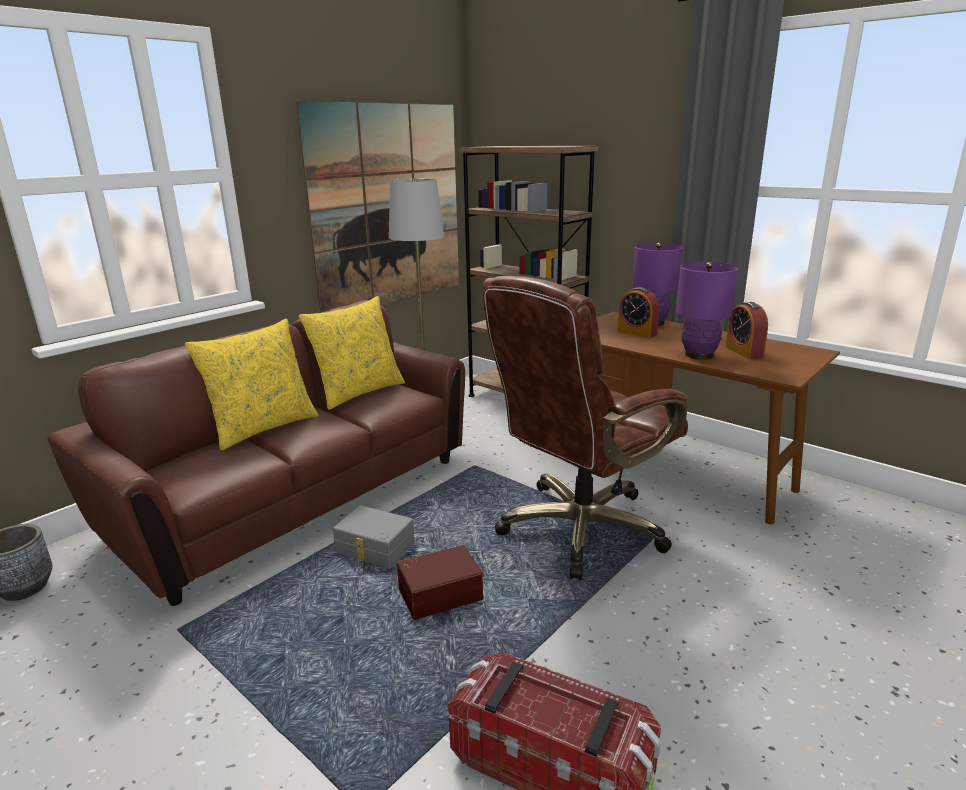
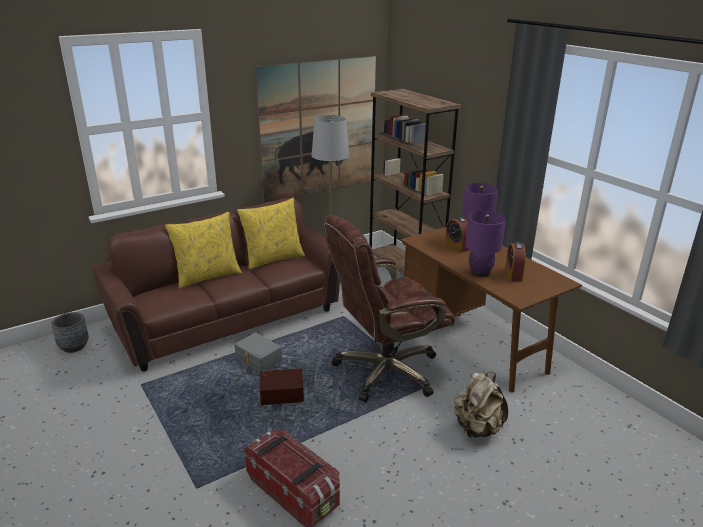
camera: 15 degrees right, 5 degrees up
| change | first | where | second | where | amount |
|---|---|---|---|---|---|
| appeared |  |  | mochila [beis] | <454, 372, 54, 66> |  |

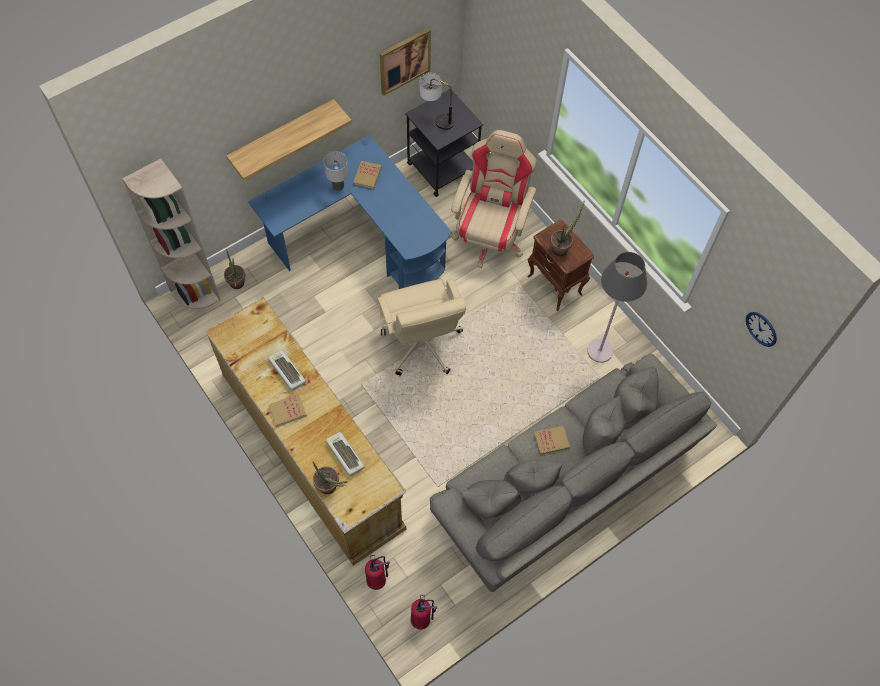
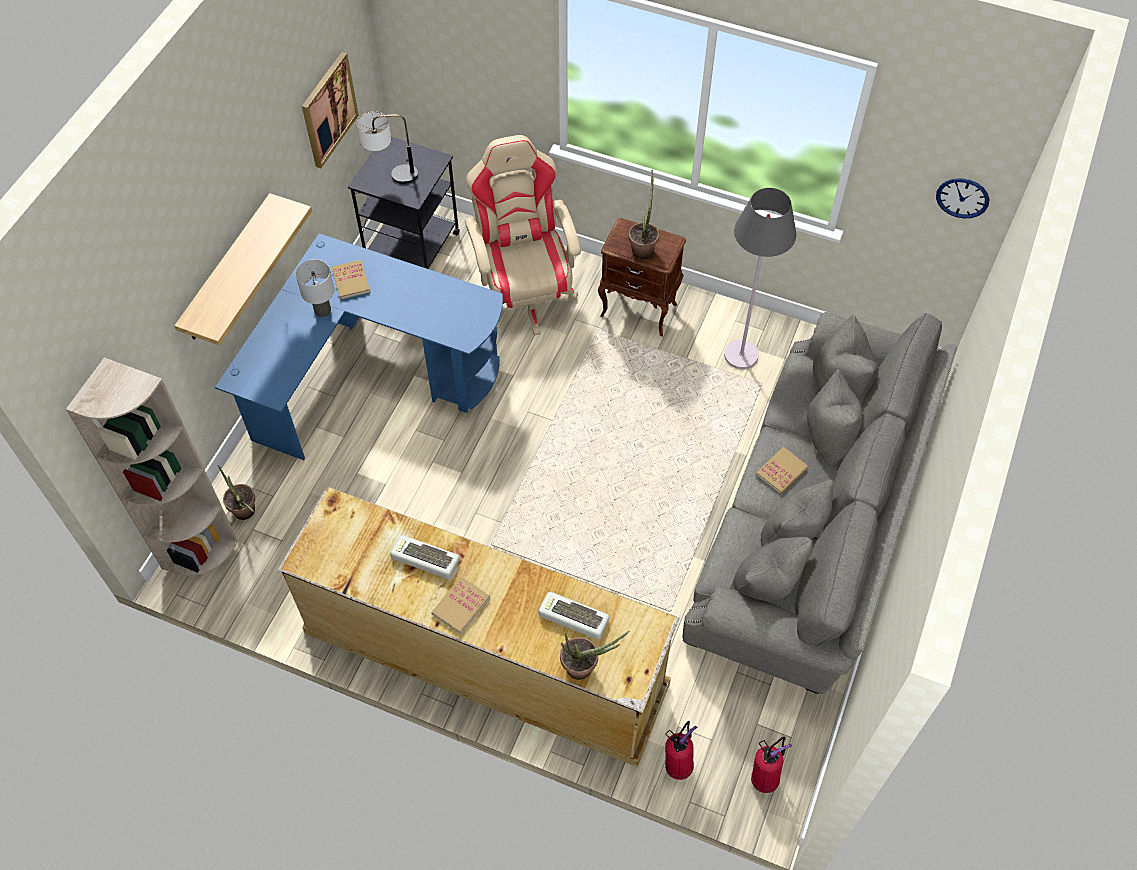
camera: 30 degrees left, 5 degrees down
| change | first | where | second | where | amount |
|---|---|---|---|---|---|
| missing | silla de oficina [beis] | <378, 278, 88, 98> |  |  |  |

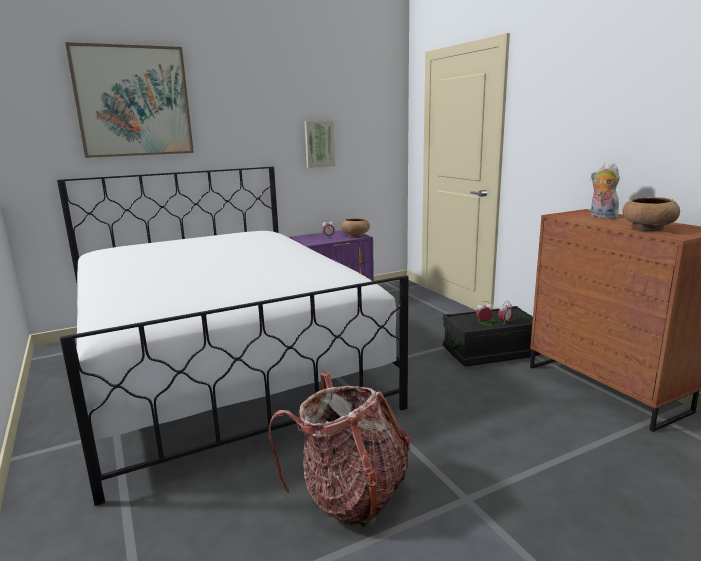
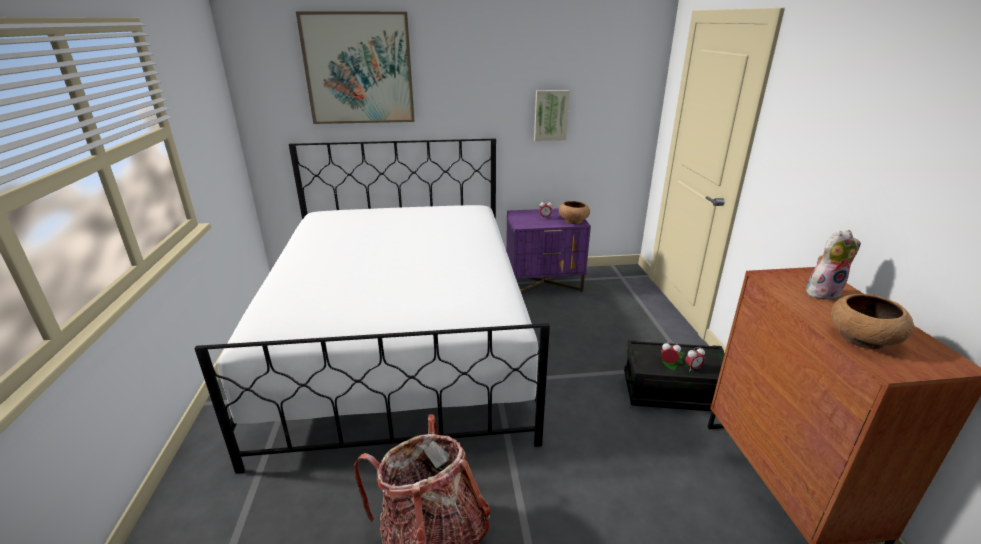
camera: 20 degrees right, 10 degrees up
| change | first | where | second | where | amount |
|---|---|---|---|---|---|
| spun | peluche | <591, 163, 29, 56> |  | <806, 230, 55, 70> | 90 degrees clockwise |

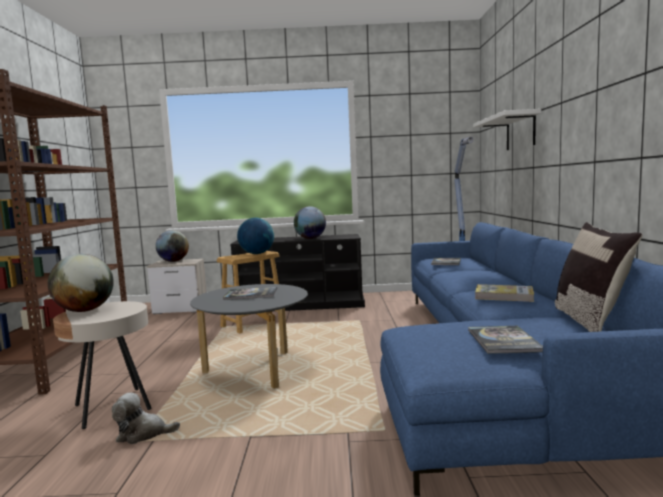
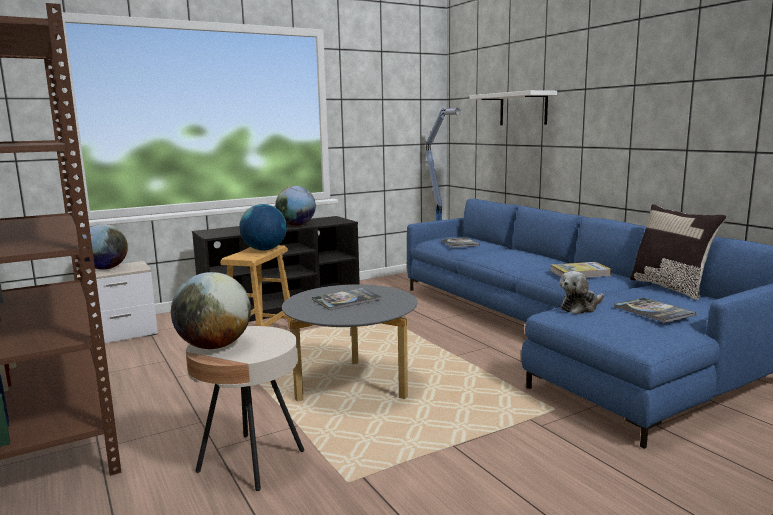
camera: 30 degrees left, 5 degrees up
| change | first | where | second | where | amount |
|---|---|---|---|---|---|
| relocated | peluche | <112, 393, 68, 51> |  | <560, 271, 44, 43> |  |

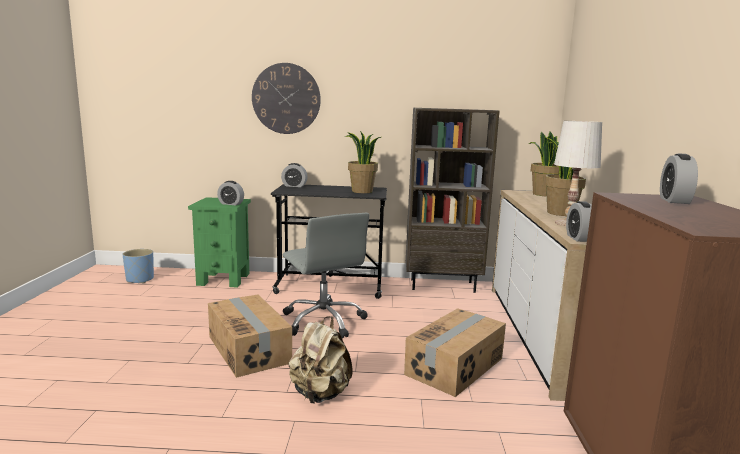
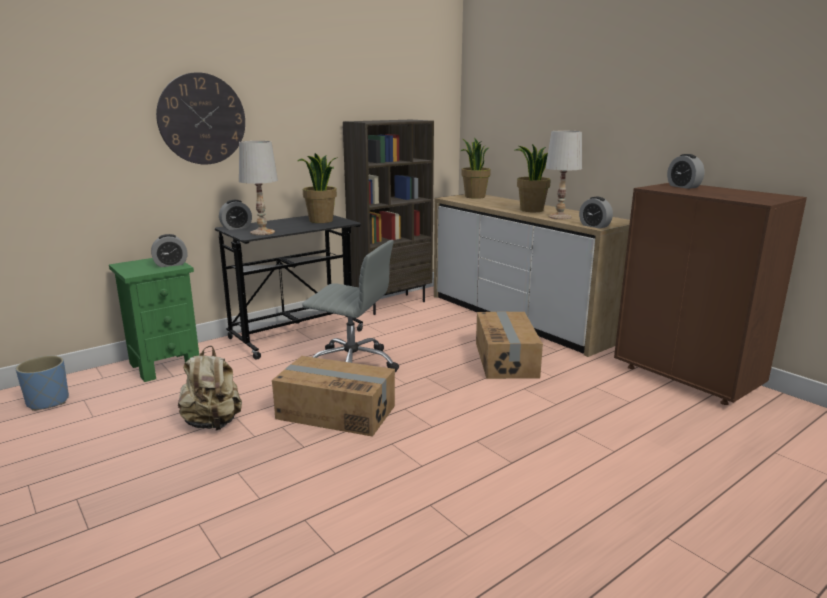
camera: 40 degrees left, 5 degrees up
| change | first | where | second | where | amount |
|---|---|---|---|---|---|
| relocated | mochila [beis] | <289, 316, 64, 88> |  | <178, 345, 64, 86> |  |
| appeared |  |  | lámpara de mesa [blanco] | <239, 141, 39, 94> |  |

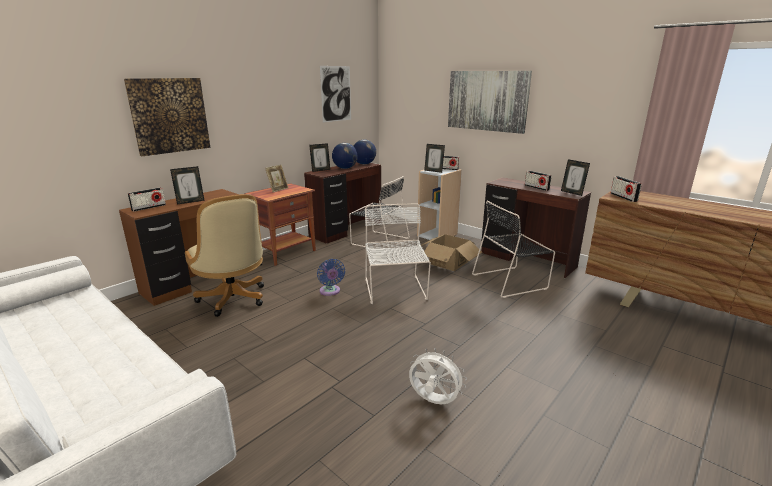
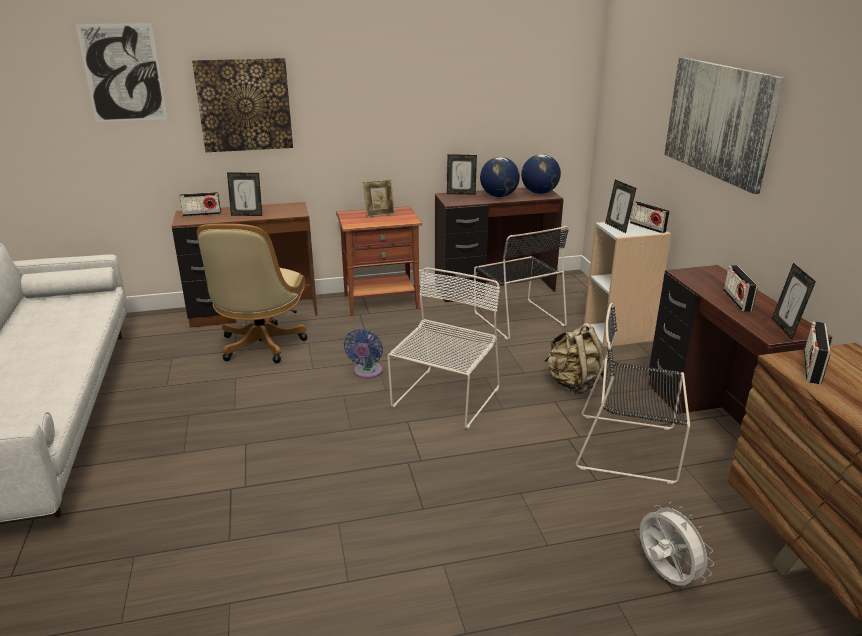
camera: 35 degrees right, 5 degrees up
| change | first | where | second | where | amount |
|---|---|---|---|---|---|
| relocated | cuadro | <320, 66, 31, 56> |  | <76, 23, 91, 99> |  |
| exchanged | caja de cartón | <421, 234, 61, 37> | mochila [beis] | <544, 323, 64, 72> |  |
| relocated | ventilador [blanco] | <409, 348, 58, 56> |  | <640, 502, 74, 84> |  |

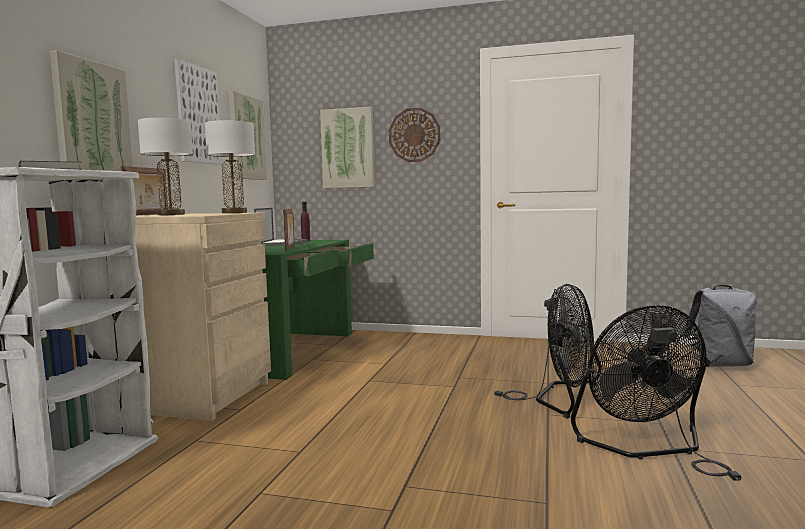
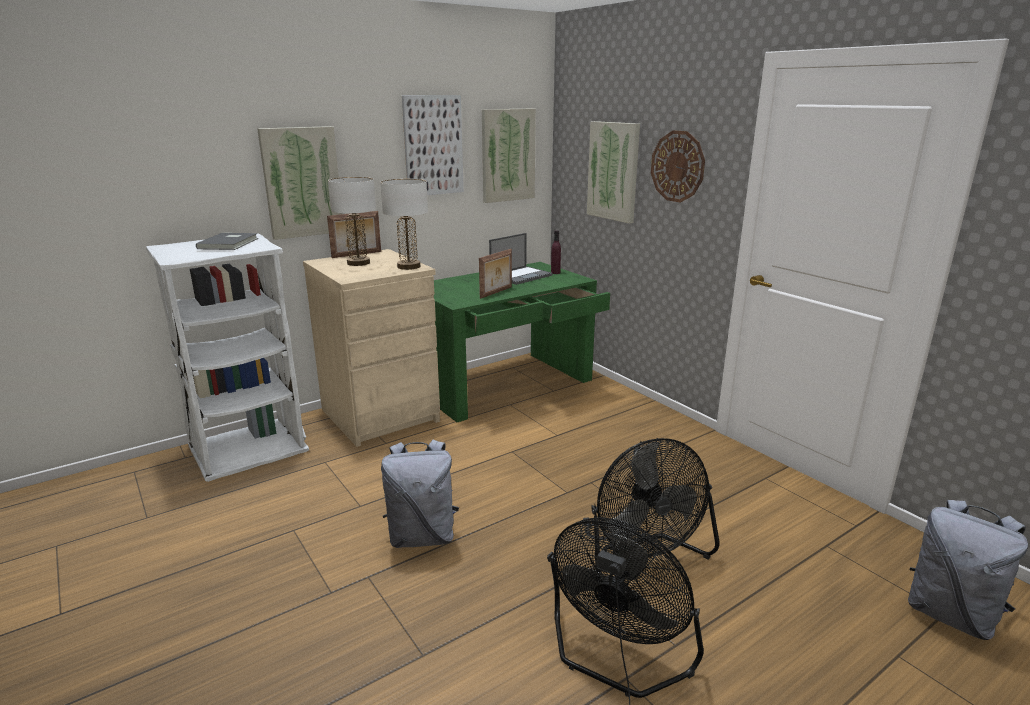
camera: 40 degrees right, 15 degrees up
| change | first | where | second | where | amount |
|---|---|---|---|---|---|
| appeared |  |  | mochila [gris] | <381, 440, 78, 108> |  |

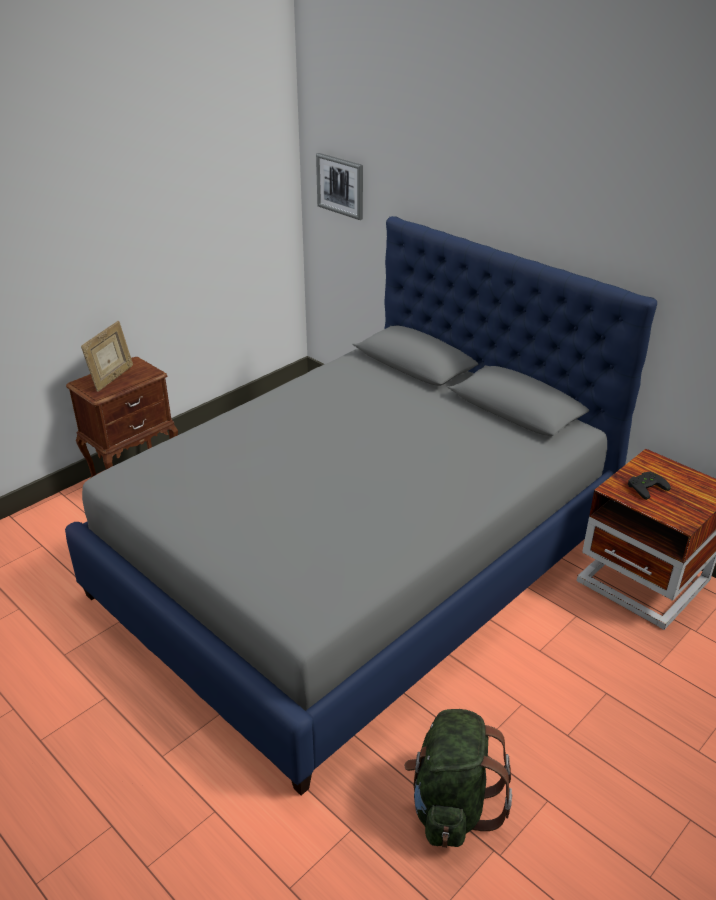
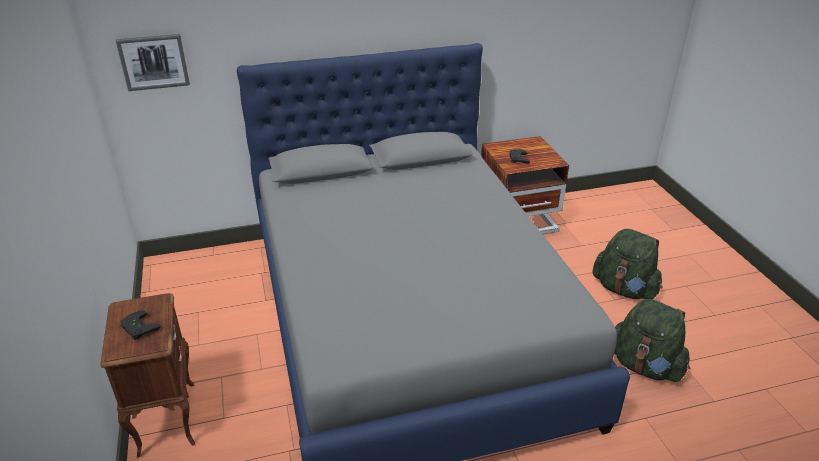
camera: 60 degrees left, 0 degrees up
| change | first | where | second | where | amount |
|---|---|---|---|---|---|
| exchanged | portarretratos | <81, 321, 52, 71> | mando de consola [negro] | <120, 311, 41, 29> |  |
| appeared |  |  | mochila [verde] | <592, 229, 70, 71> |  |

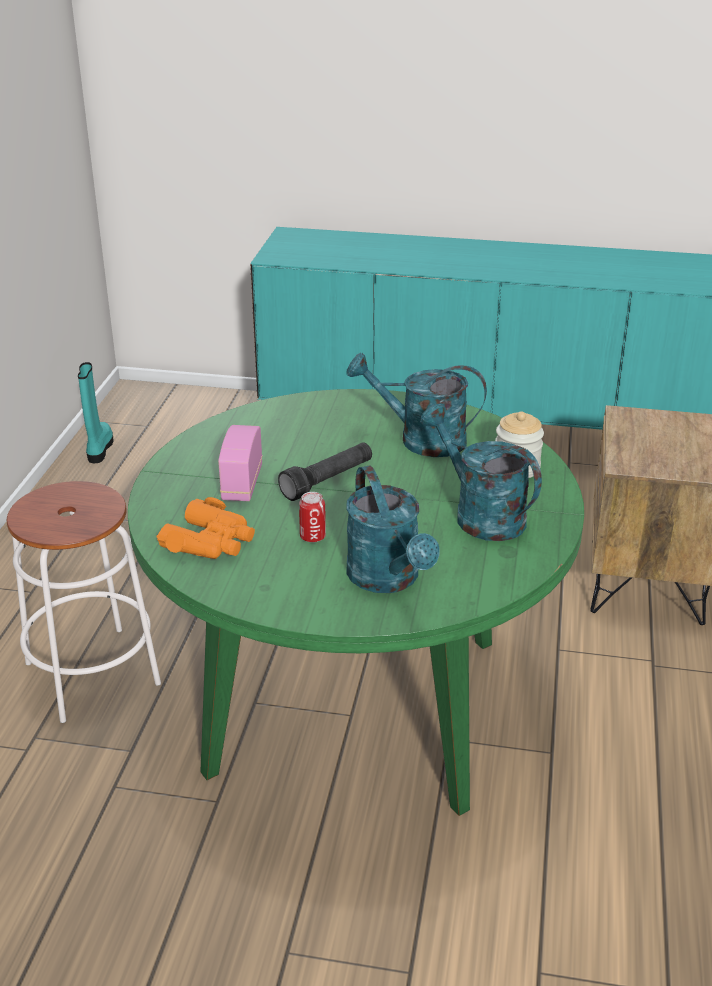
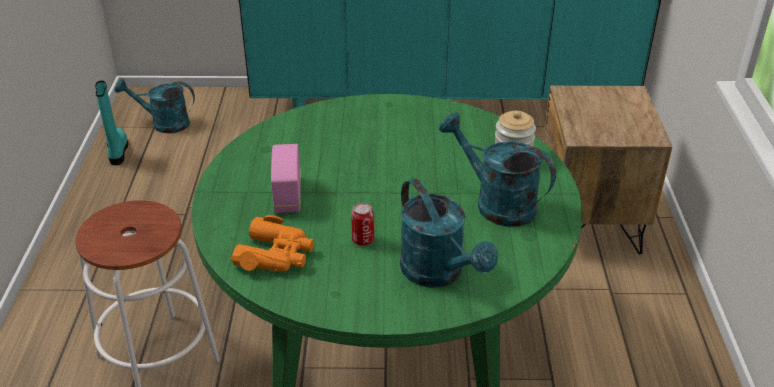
camera: 10 degrees left, 5 degrees up
| change | first | where | second | where | amount |
|---|---|---|---|---|---|
| relocated | regadera [turquesa] | <346, 353, 141, 104> |  | <114, 78, 81, 55> |  |
| missing | linterna [negro] | <278, 442, 94, 59> |  |  |  |

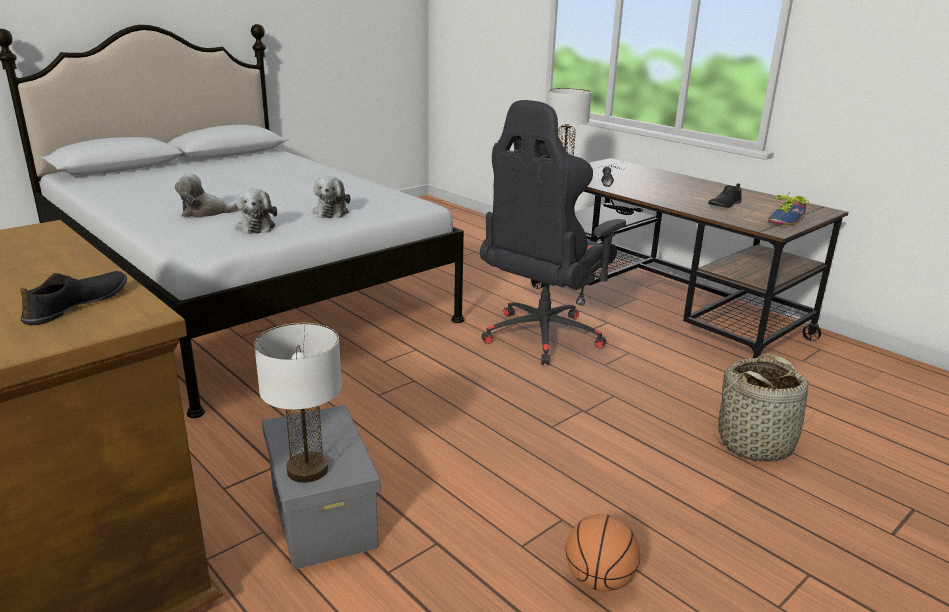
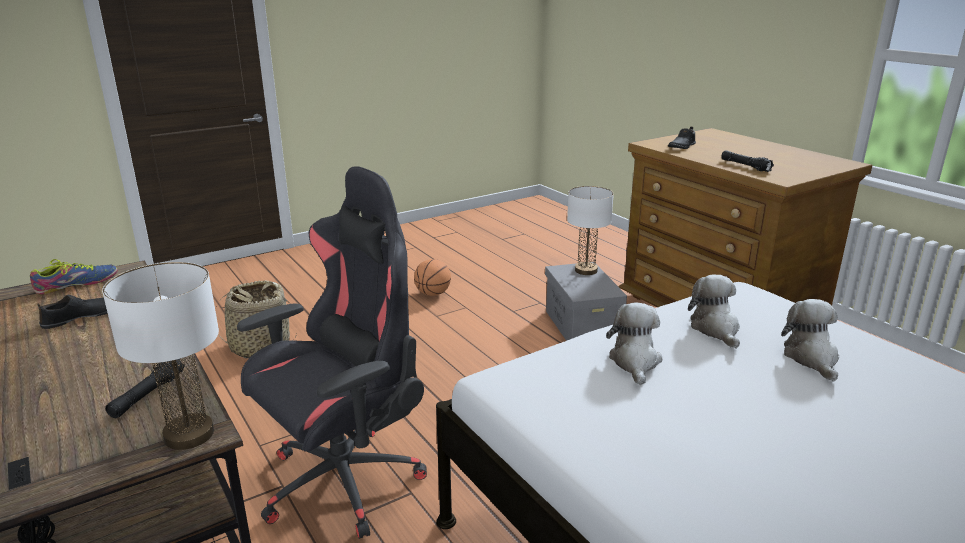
camera: 170 degrees left, 0 degrees up
| change | first | where | second | where | amount |
|---|---|---|---|---|---|
| appeared |  |  | linterna [negro] | <721, 151, 53, 21> |  |
| spun | peluche | <175, 173, 64, 45> |  | <781, 299, 58, 83> | 90 degrees counterclockwise |

